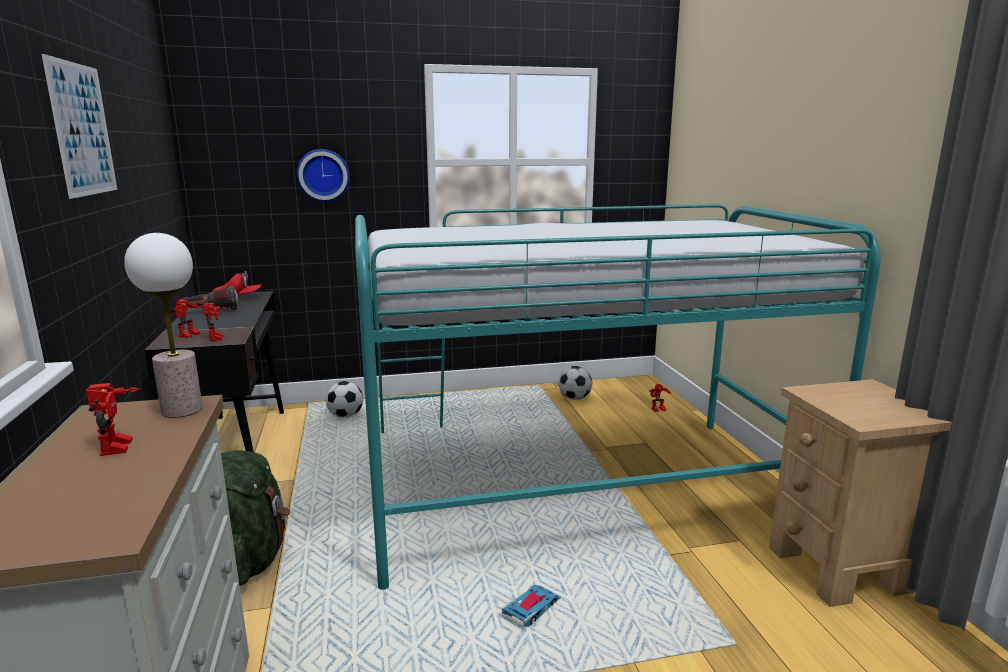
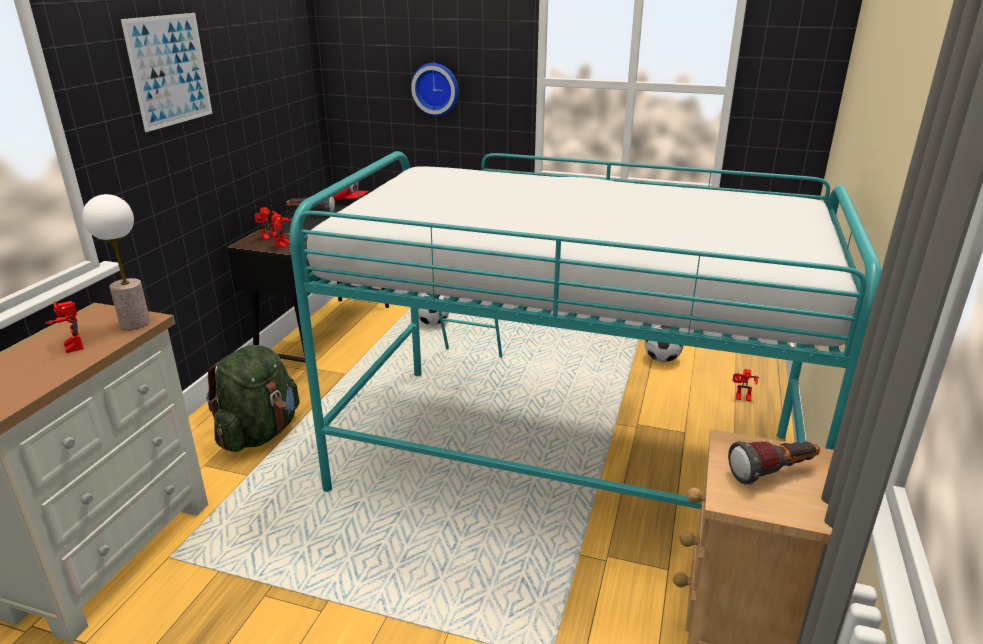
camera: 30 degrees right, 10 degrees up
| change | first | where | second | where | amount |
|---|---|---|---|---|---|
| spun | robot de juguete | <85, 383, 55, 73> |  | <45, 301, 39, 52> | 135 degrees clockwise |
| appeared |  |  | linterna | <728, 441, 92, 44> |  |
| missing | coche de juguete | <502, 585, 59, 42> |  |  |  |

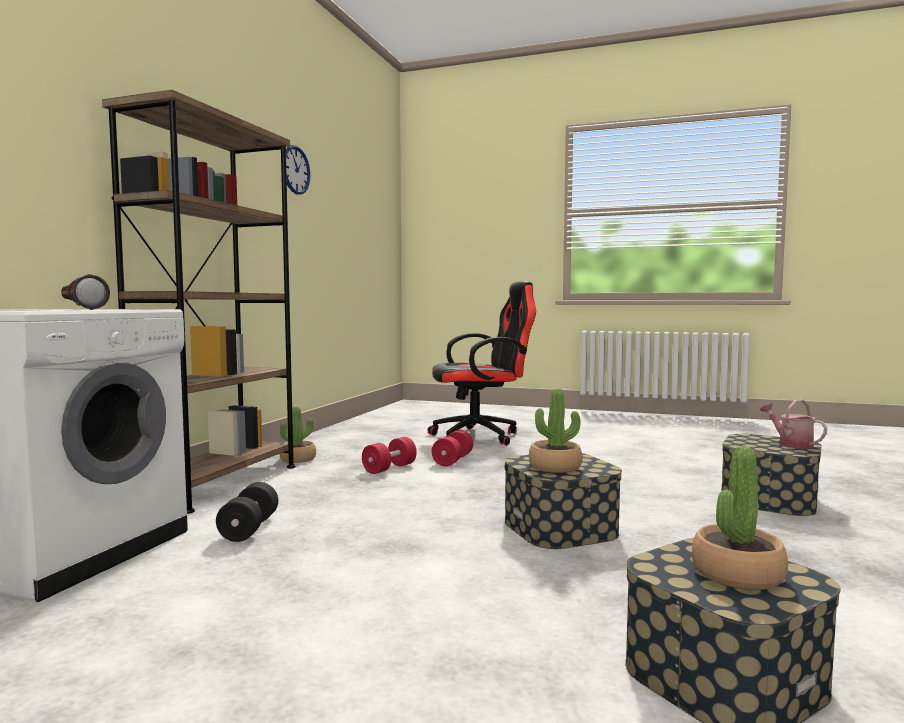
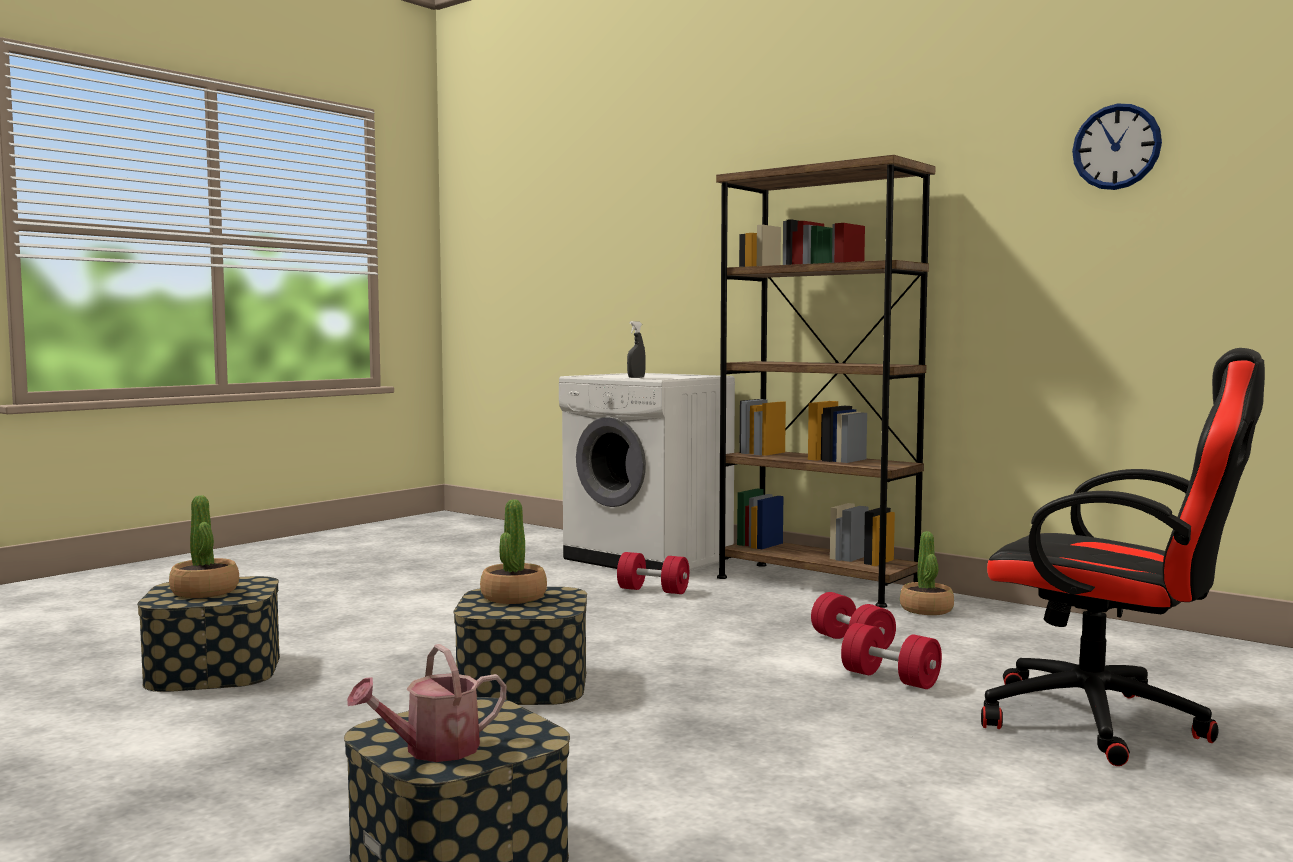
camera: 110 degrees right, 0 degrees up
| change | first | where | second | where | amount |
|---|---|---|---|---|---|
| spun | regadera | <760, 400, 68, 49> |  | <347, 644, 160, 118> | 150 degrees clockwise |
| colour | mancuerna [negro] | <216, 482, 62, 60> | mancuerna [rojo] | <617, 552, 72, 42> |  |
| appeared |  |  | pulverizador [gris] | <627, 321, 19, 57> |  |
| spun | silla de oficina [negro] | <428, 281, 108, 165> |  | <981, 348, 284, 418> | 60 degrees counterclockwise |
| missing | linterna | <61, 274, 49, 36> |  |  |  |

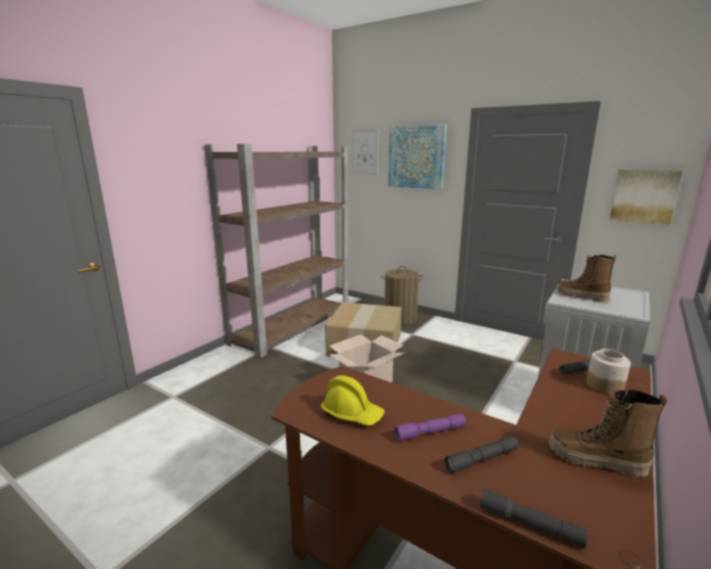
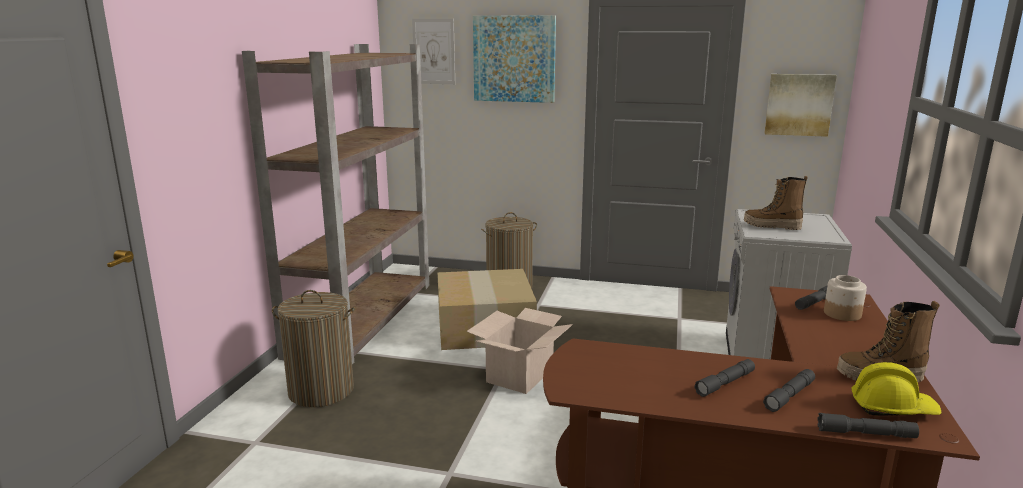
camera: 20 degrees left, 0 degrees up
| change | first | where | second | where | amount |
|---|---|---|---|---|---|
| appeared |  |  | cesto de la ropa | <272, 290, 83, 117> |  |
| colour | linterna [morado] | <394, 414, 72, 27> | linterna [gris] | <694, 359, 61, 38> |  |
| relocated | casco [amarillo] | <321, 375, 64, 51> |  | <852, 362, 90, 53> |  |

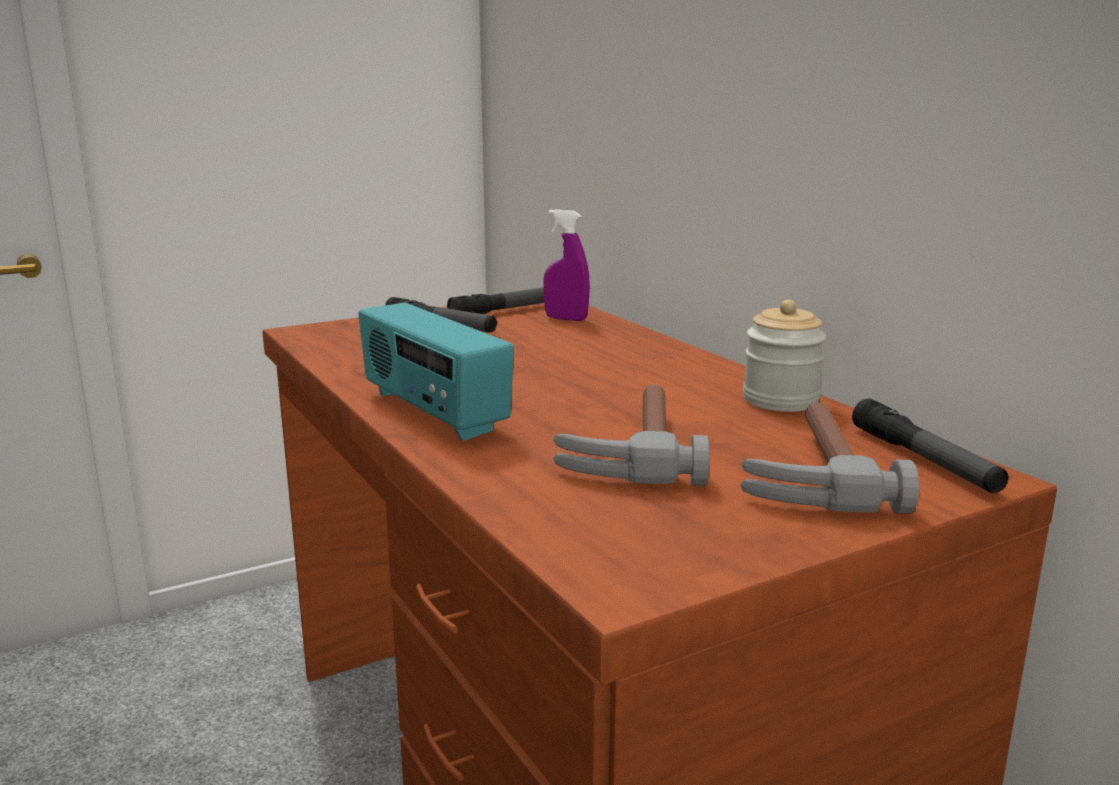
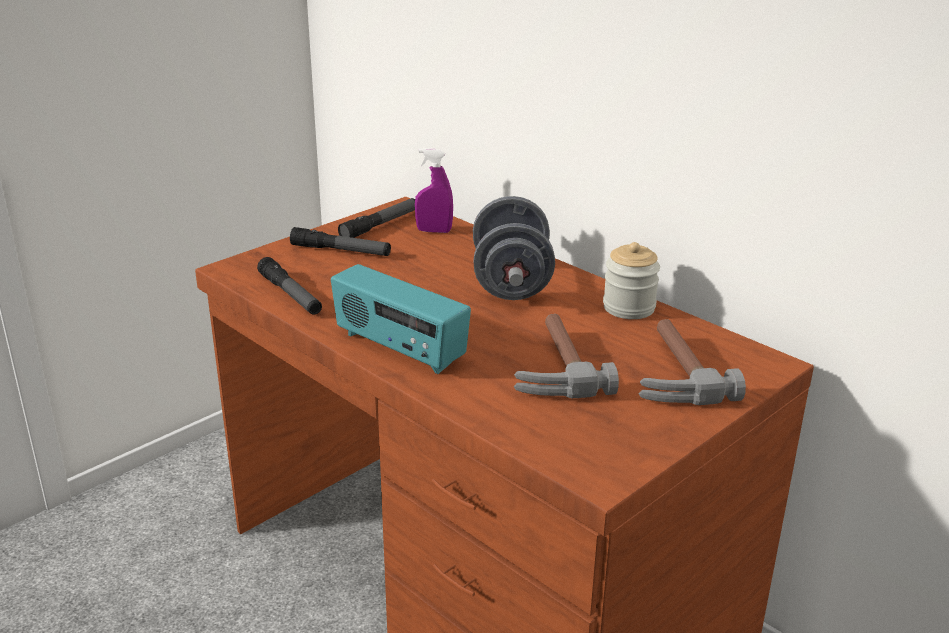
camera: 15 degrees left, 10 degrees up
| change | first | where | second | where | amount |
|---|---|---|---|---|---|
| relocated | linterna | <852, 399, 156, 94> |  | <257, 257, 65, 58> |  |
| appeared |  |  | mancuerna [gris] | <473, 196, 82, 104> |  |

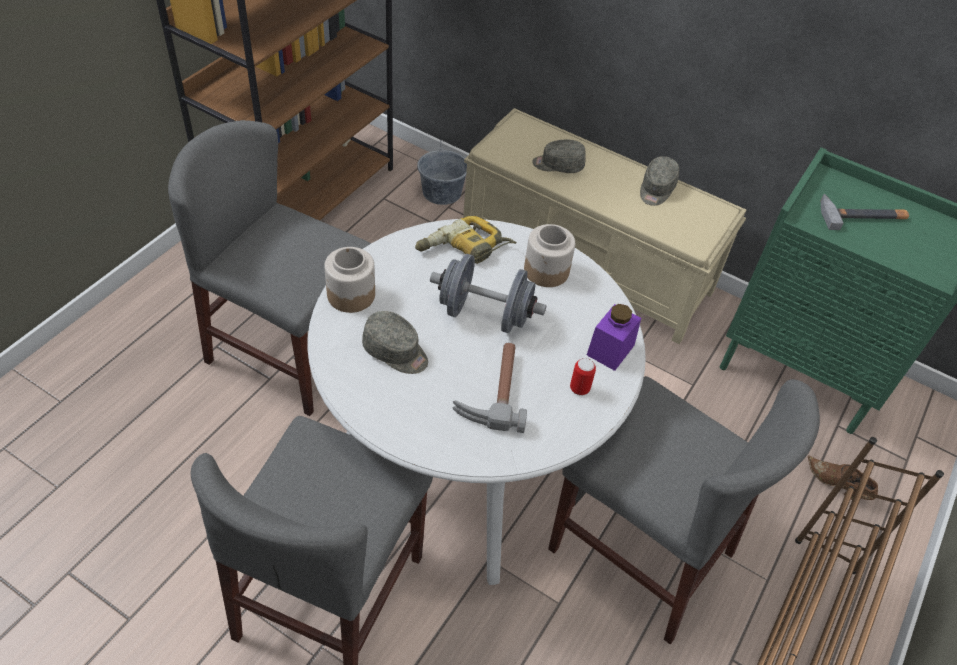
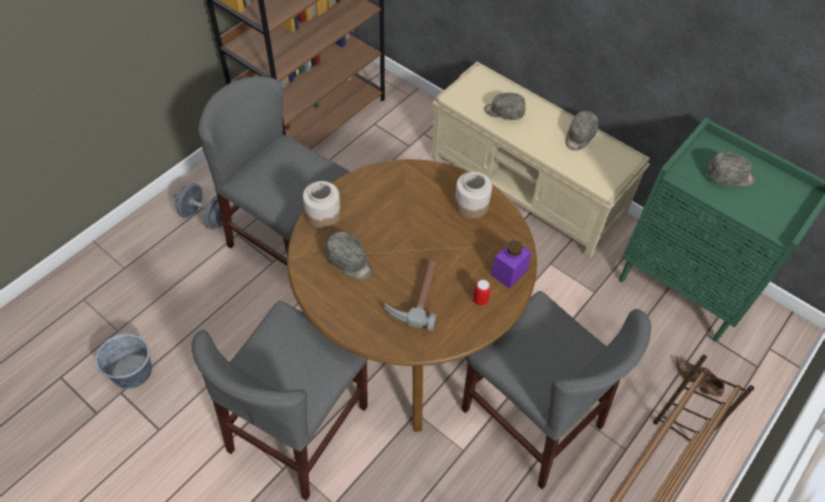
camera: 10 degrees right, 5 degrees up
| change | first | where | second | where | amount |
|---|---|---|---|---|---|
| relocated | cubo [gris] | <417, 140, 50, 65> |  | <95, 331, 57, 58> |  |
| relocated | mancuerna [gris] | <430, 254, 117, 79> |  | <173, 183, 60, 47> |  |
| colour | mesa de comedor [blanco] | <308, 219, 338, 366> | mesa de comedor [marrón] | <287, 159, 250, 273> |  |
| exchanged | martillo | <821, 194, 88, 36> | gorra [gris] | <706, 152, 49, 35> |  |
| missing | taladro | <415, 216, 101, 48> |  |  |  |

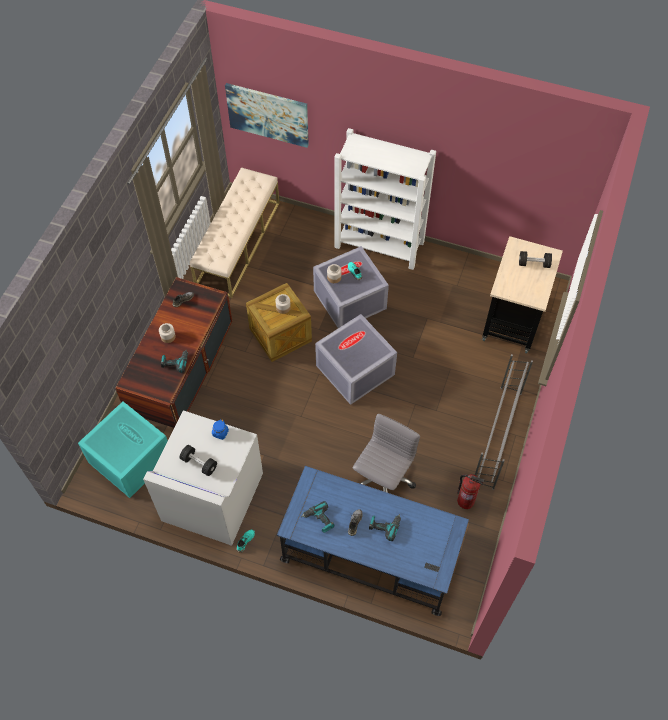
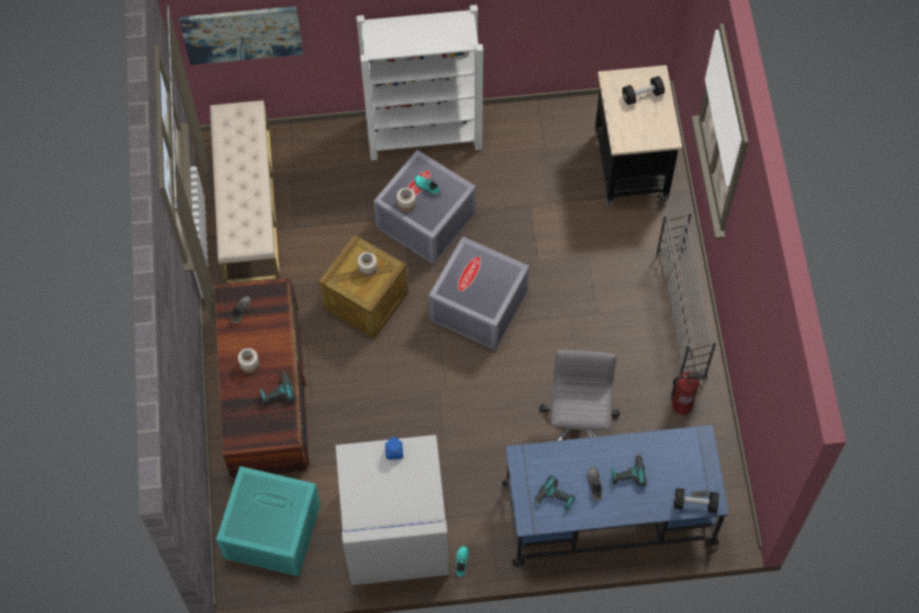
camera: 25 degrees left, 5 degrees up
| change | first | where | second | where | amount |
|---|---|---|---|---|---|
| relocated | mancuerna [negro] | <180, 445, 37, 31> |  | <674, 488, 45, 25> |  |

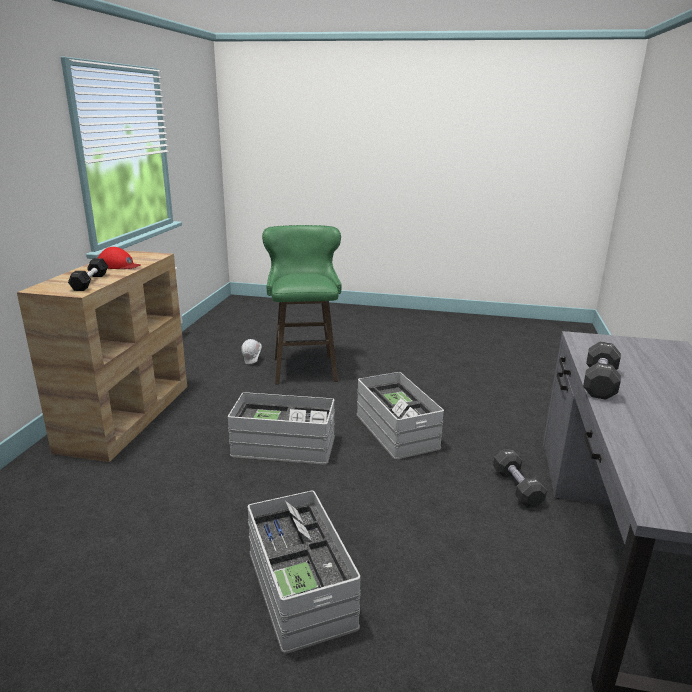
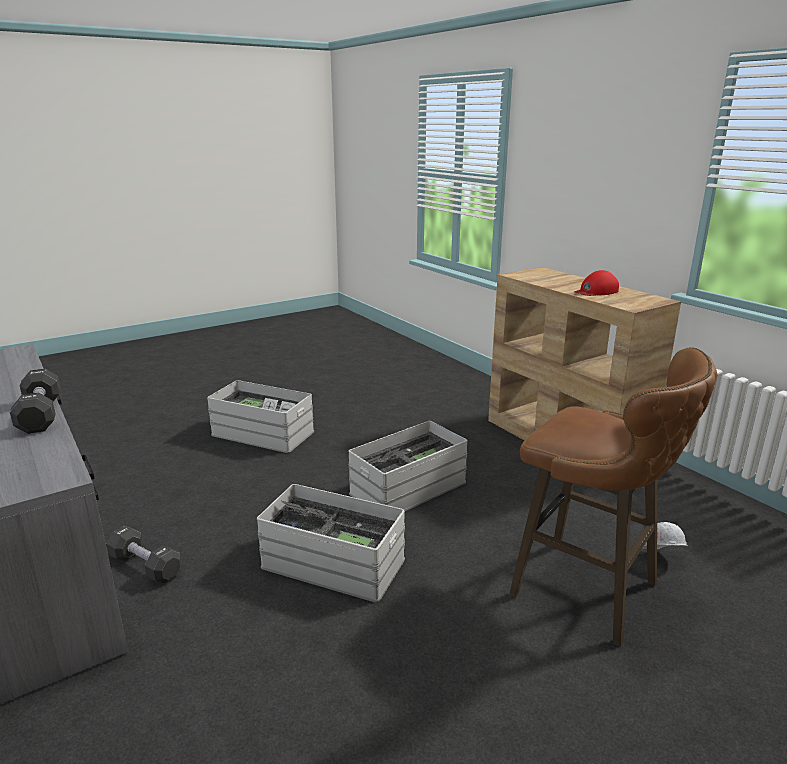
camera: 135 degrees right, 0 degrees up
| change | first | where | second | where | amount |
|---|---|---|---|---|---|
| colour | taburete [verde] | <262, 225, 80, 160> | taburete [marrón] | <509, 347, 208, 300> |  |
| missing | mancuerna [negro] | <68, 258, 40, 33> |  |  |  |

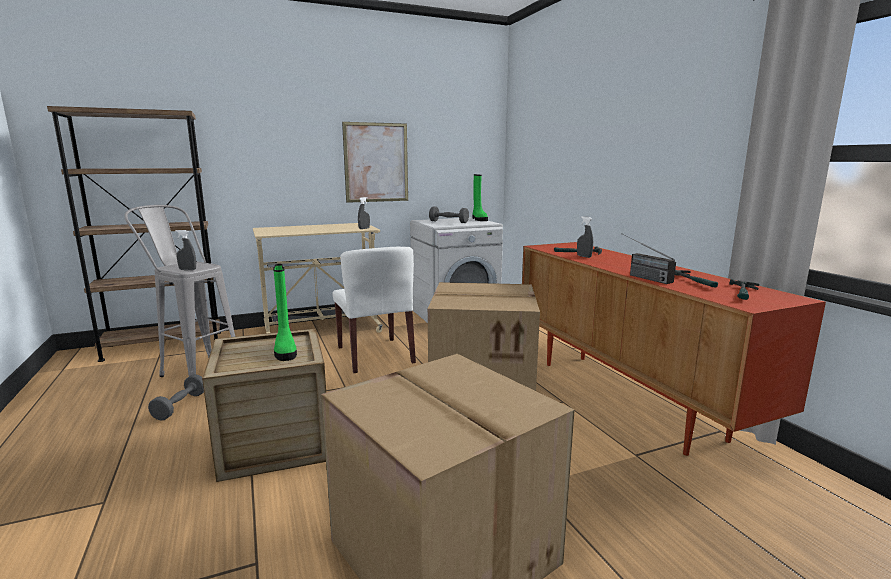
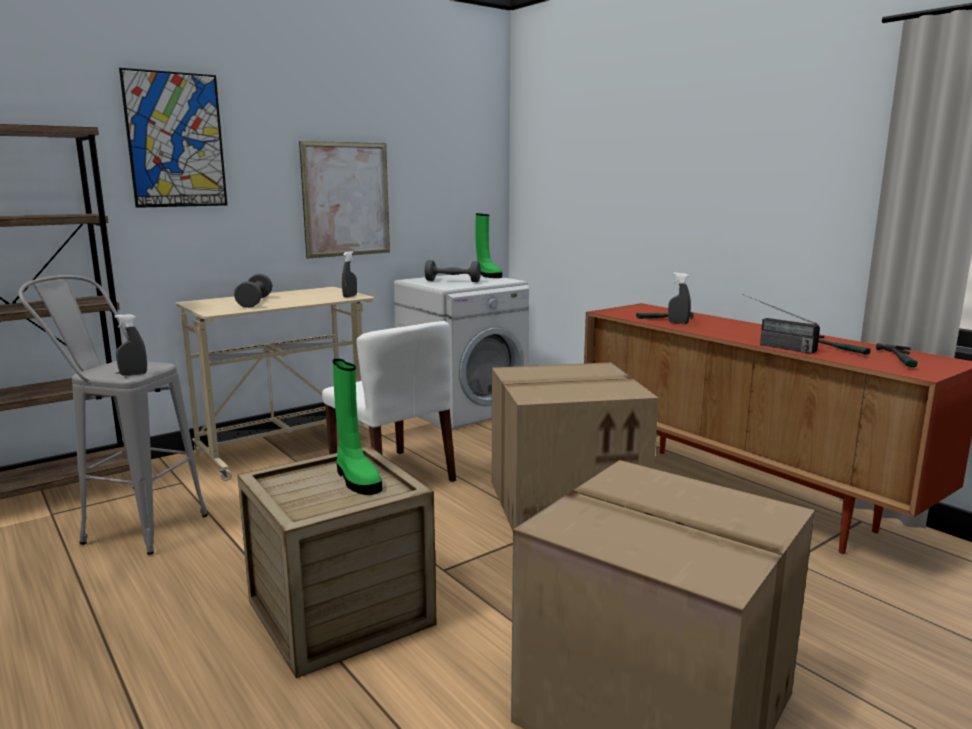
camera: 15 degrees left, 0 degrees up
| change | first | where | second | where | amount |
|---|---|---|---|---|---|
| appeared |  |  | cuadro | <119, 68, 108, 140> |  |
| relocated | mancuerna [gris] | <148, 374, 56, 47> |  | <234, 274, 38, 34> |  |

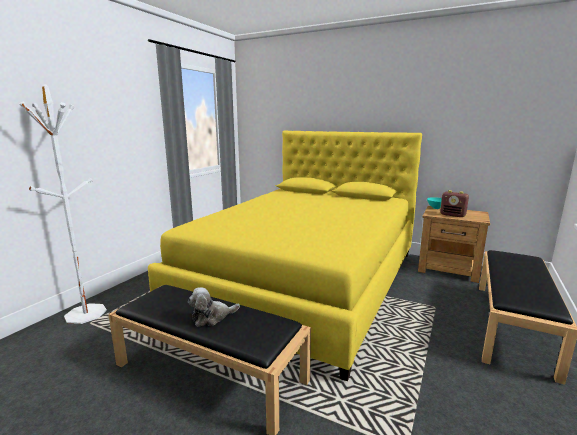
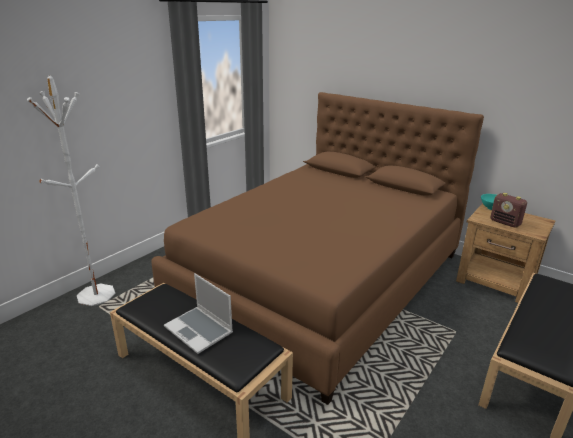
camera: 10 degrees right, 10 degrees up
| change | first | where | second | where | amount |
|---|---|---|---|---|---|
| colour | cama [amarillo] | <148, 131, 274, 250> | cama [marrón] | <151, 92, 333, 313> |  |
| exchanged | peluche | <188, 287, 52, 40> | portátil | <164, 273, 69, 81> |  |

